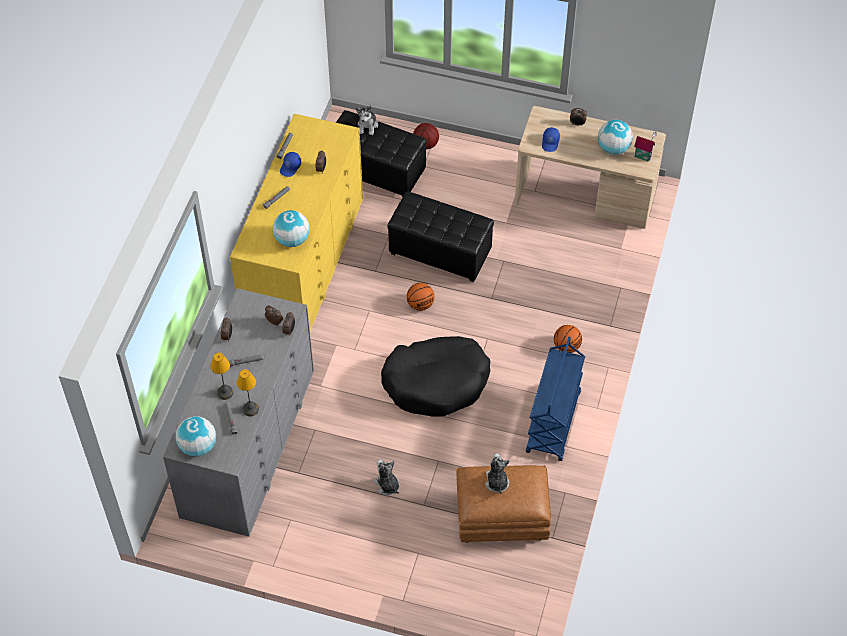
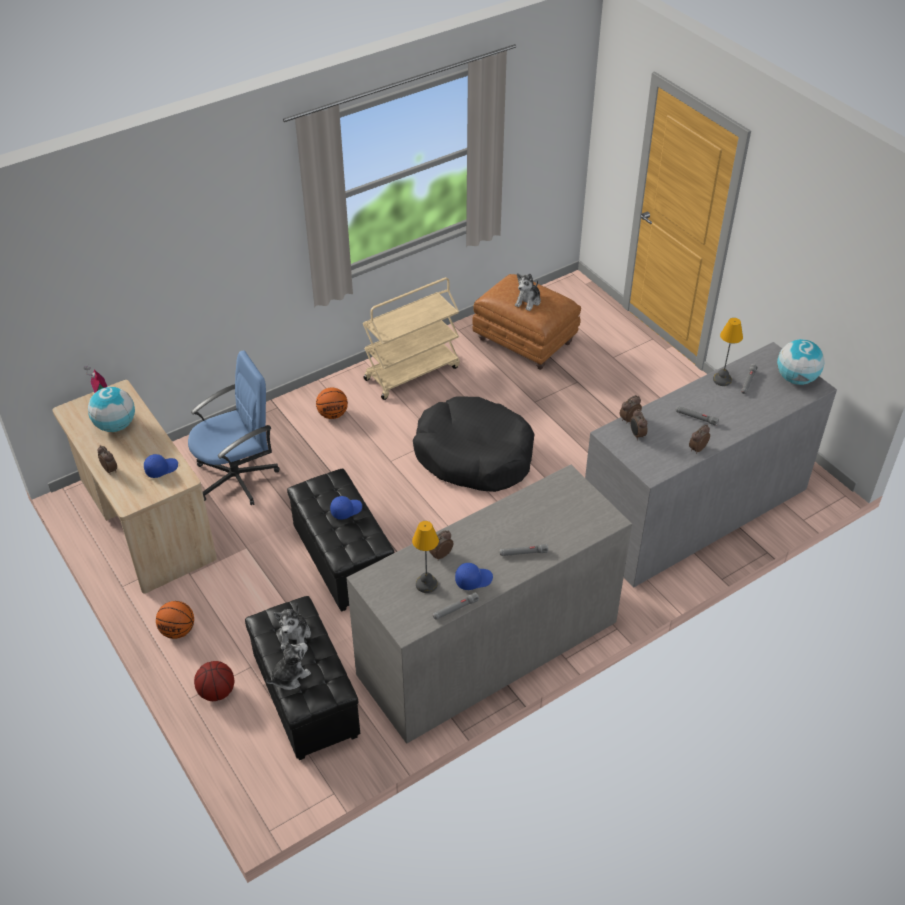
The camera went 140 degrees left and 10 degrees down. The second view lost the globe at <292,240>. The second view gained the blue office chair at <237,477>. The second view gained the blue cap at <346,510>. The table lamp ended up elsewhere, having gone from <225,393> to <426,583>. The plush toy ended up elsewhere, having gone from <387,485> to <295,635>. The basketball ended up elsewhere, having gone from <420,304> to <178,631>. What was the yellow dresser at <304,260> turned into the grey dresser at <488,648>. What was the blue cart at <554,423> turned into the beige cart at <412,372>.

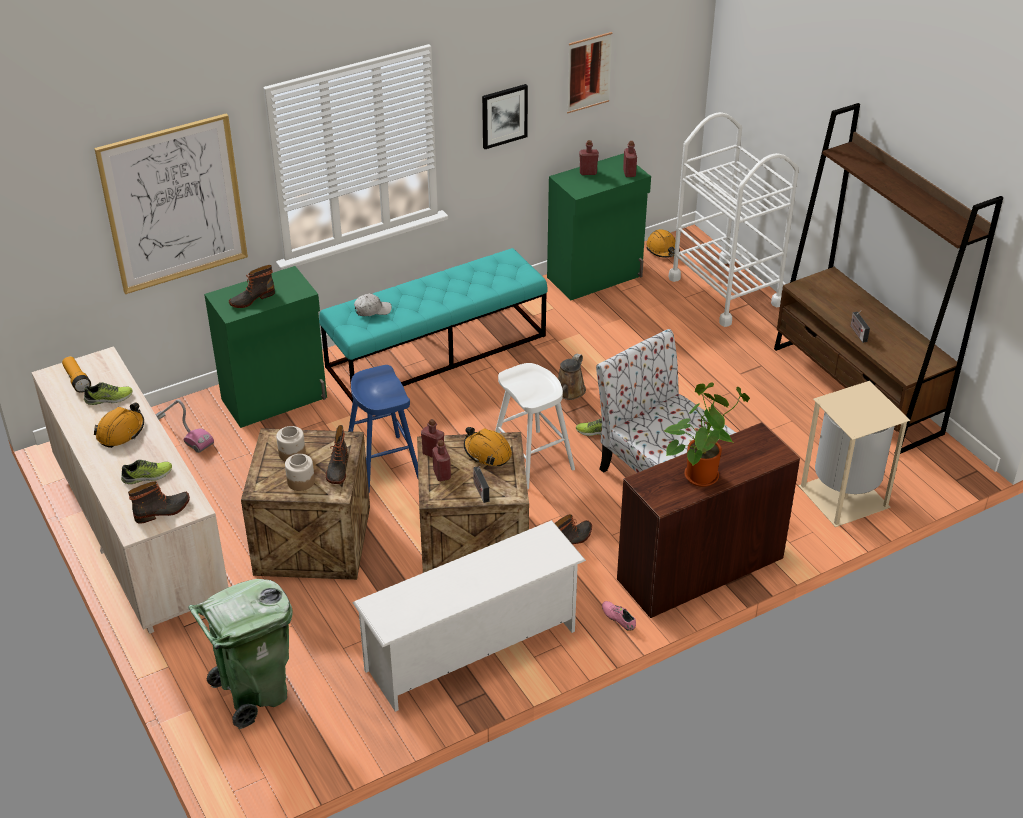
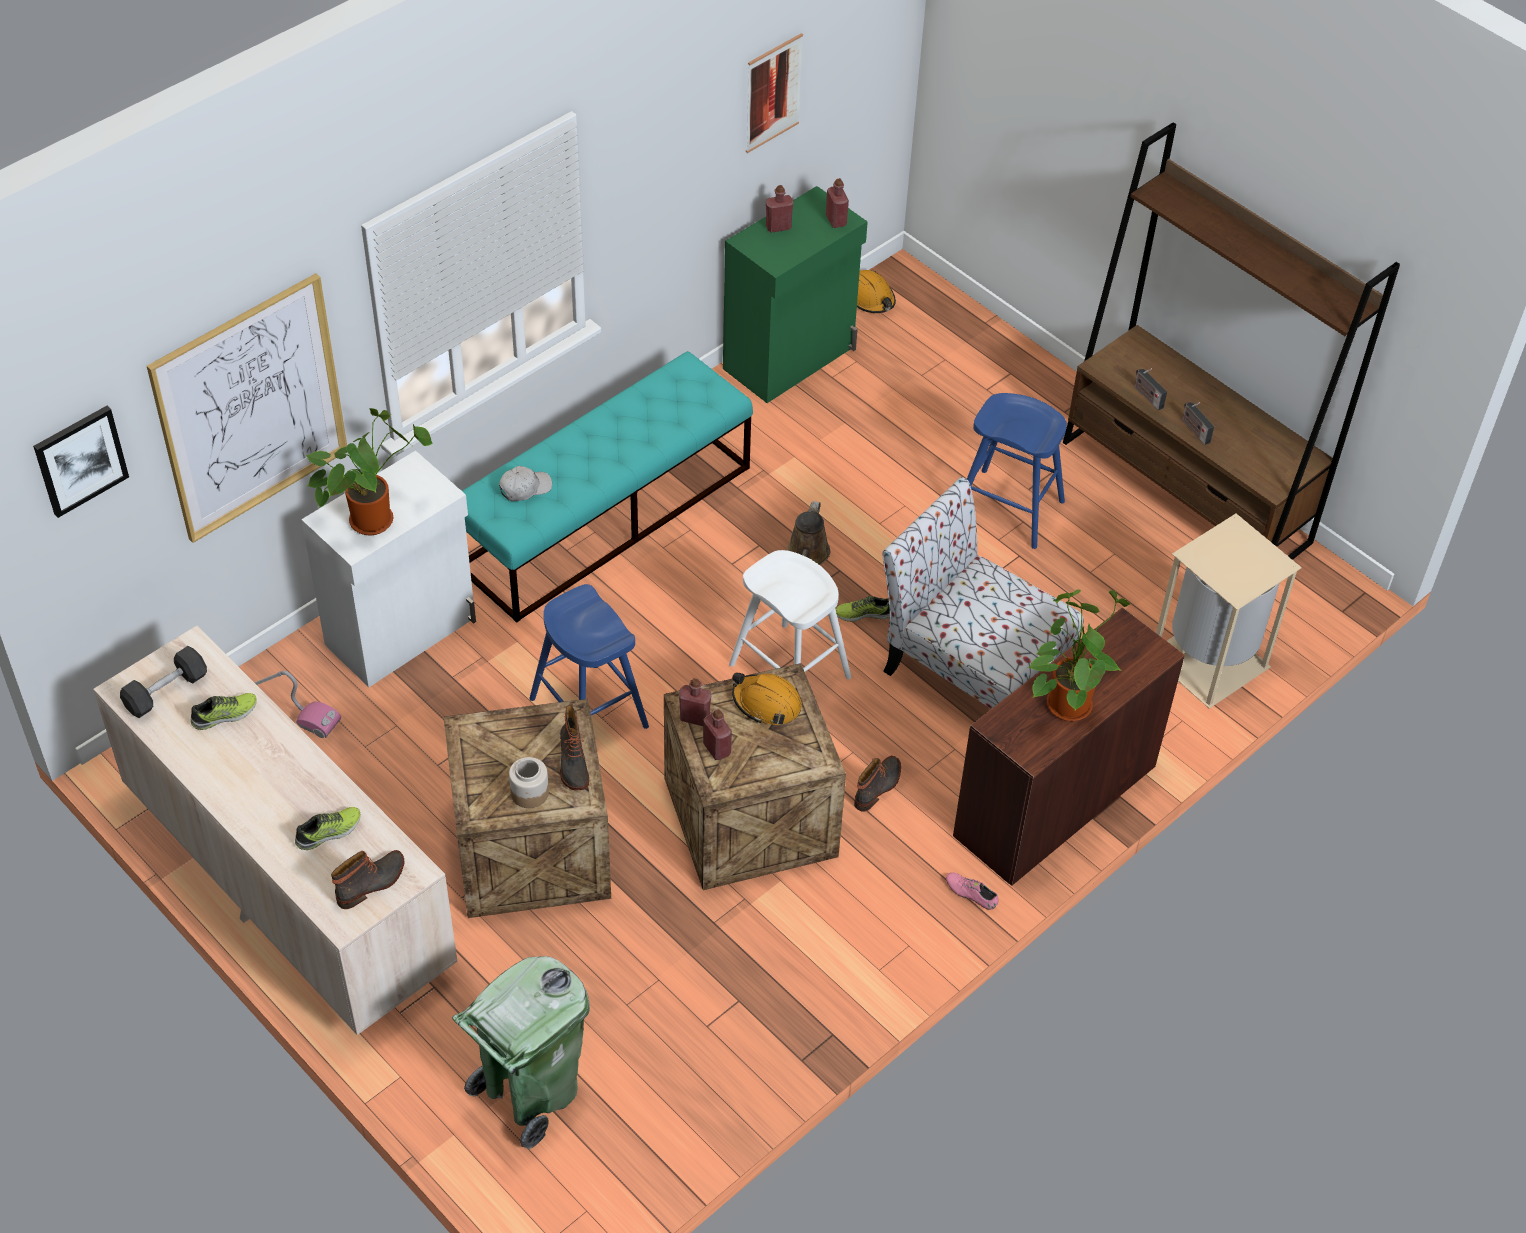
The camera went 15 degrees left and 10 degrees up. The second view lost the orange hard hat at <121,431>. The second view lost the jar at <292,453>. The second view lost the white shoe rack at <472,651>. The second view lost the white cart at <725,291>. The second view gained the blue stool at <1008,508>. The radio ended up elsewhere, having gone from <480,490> to <1147,396>. The picture ended up elsewhere, having gone from <504,116> to <80,460>. Where the flashlight stood at <77,380>, the grey dumbbell came to stand at <166,691>. Where the boot stood at <251,299>, the potted plant came to stand at <373,517>. What was the green cabinet at <275,399> turned into the white cabinet at <403,632>.

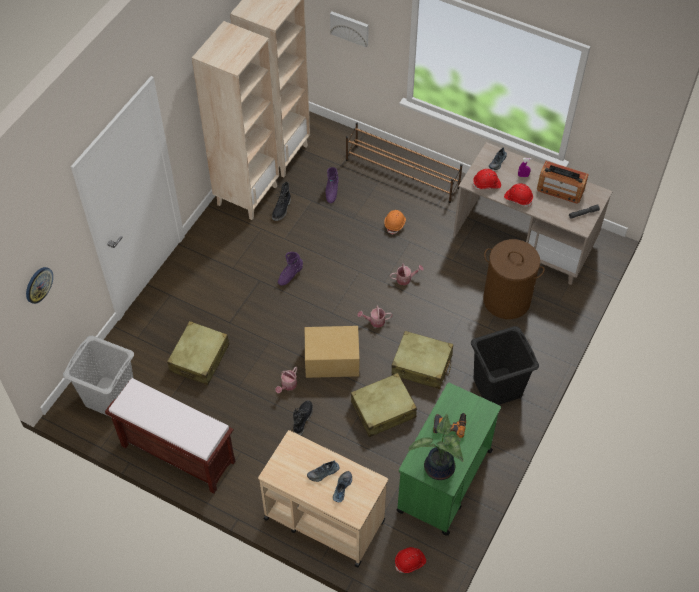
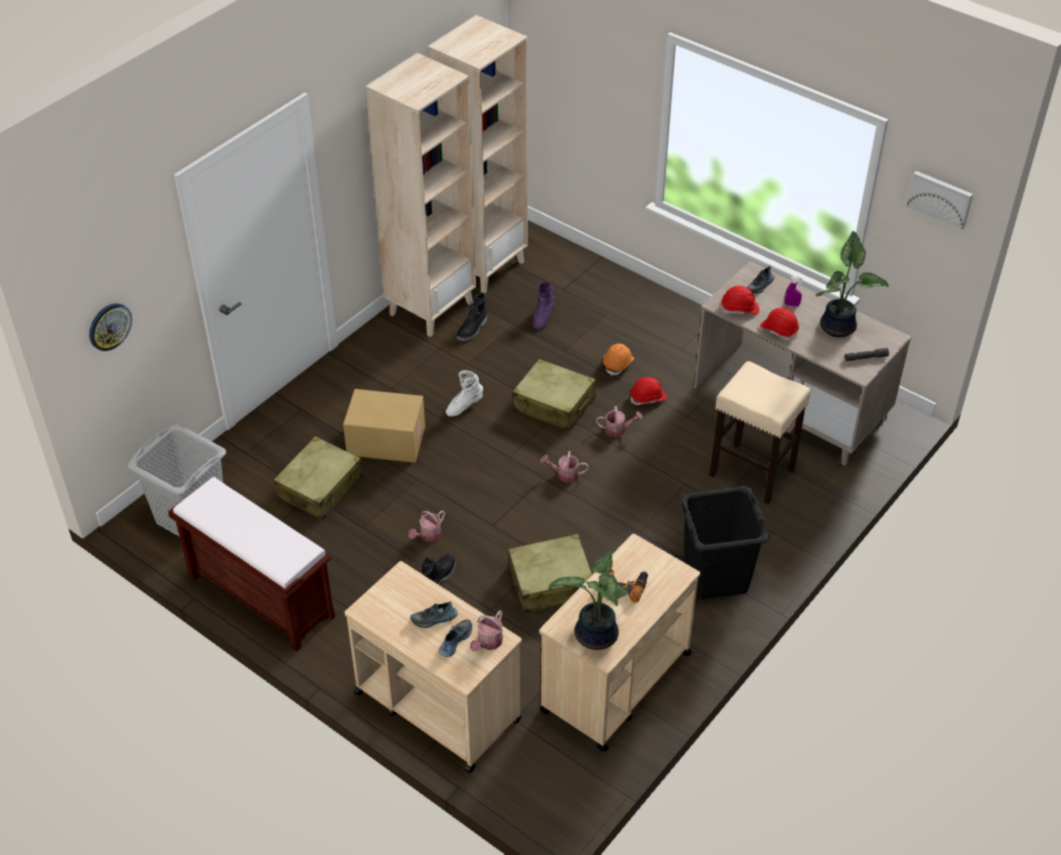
The camera went 10 degrees right and 10 degrees down. The second view lost the brown shoe rack at <402,174>. The second view gained the watering can at <488,643>. The cardboard box ended up elsewhere, having gone from <331,361> to <385,441>. The picture ended up elsewhere, having gone from <350,28> to <940,198>. The beige suitcase ended up elsewhere, having gone from <422,365> to <554,405>. The red hard hat ended up elsewhere, having gone from <410,562> to <648,398>. Where the brown laundry basket stood at <506,300>, the beige stool came to stand at <750,472>. Where the radio stood at <560,189>, the potted plant came to stand at <839,326>. What was the purple boot at <290,275> turned into the white boot at <464,406>. What was the green cart at <444,481> turned into the beige cart at <615,683>.

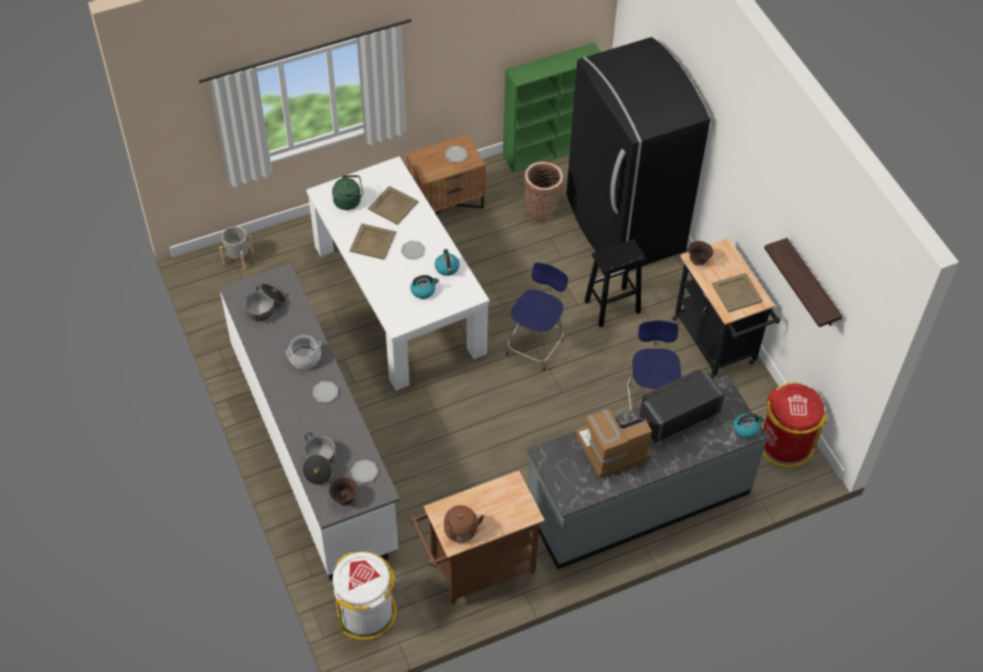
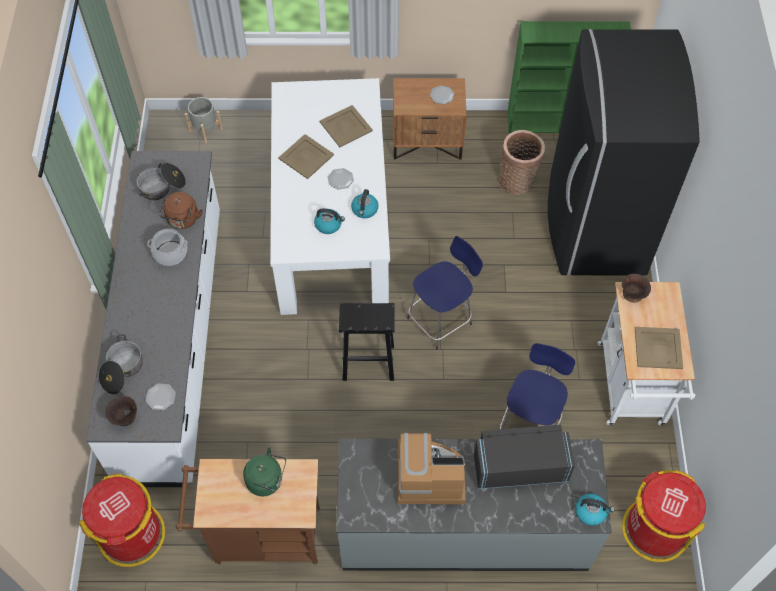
The camera went 25 degrees right and 5 degrees up. The second view lost the plate at <325,392>. The second view lost the shelf at <811,285>. The green kettle ended up elsewhere, having gone from <349,201> to <267,481>. The brown kettle ended up elsewhere, having gone from <461,532> to <182,220>. The black stool ended up elsewhere, having gone from <611,307> to <367,362>. What was the white trash can at <366,612> turned into the red trash can at <132,534>. What was the black cart at <717,345> turned into the white cart at <632,390>.

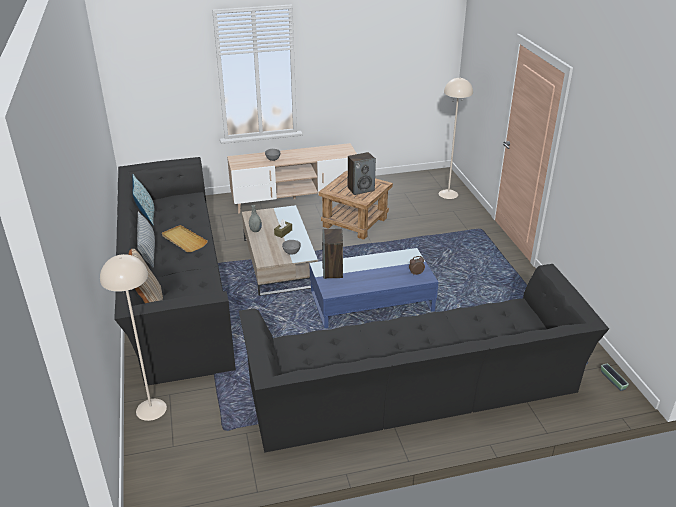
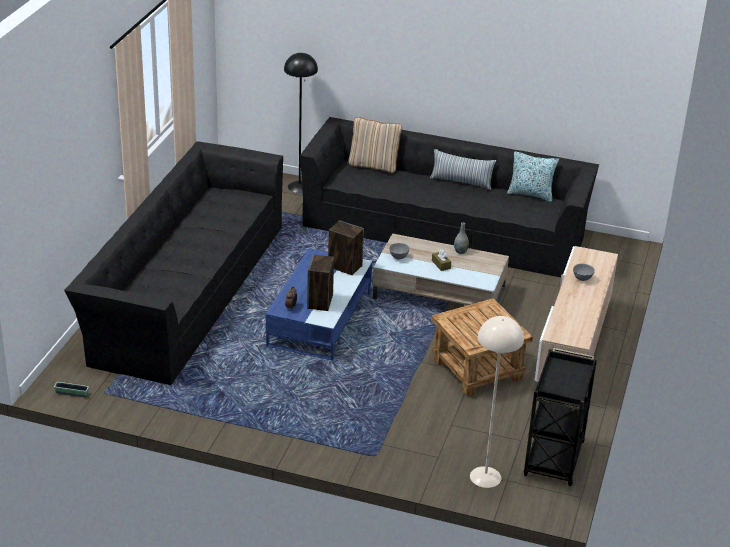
The camera went 120 degrees right and 0 degrees up. The second view lost the beige tray at <184,240>. The second view gained the black cart at <554,460>. The speaker ended up elsewhere, having gone from <361,189> to <320,302>. What was the beige floor lamp at <151,409> turned into the black floor lamp at <299,186>.

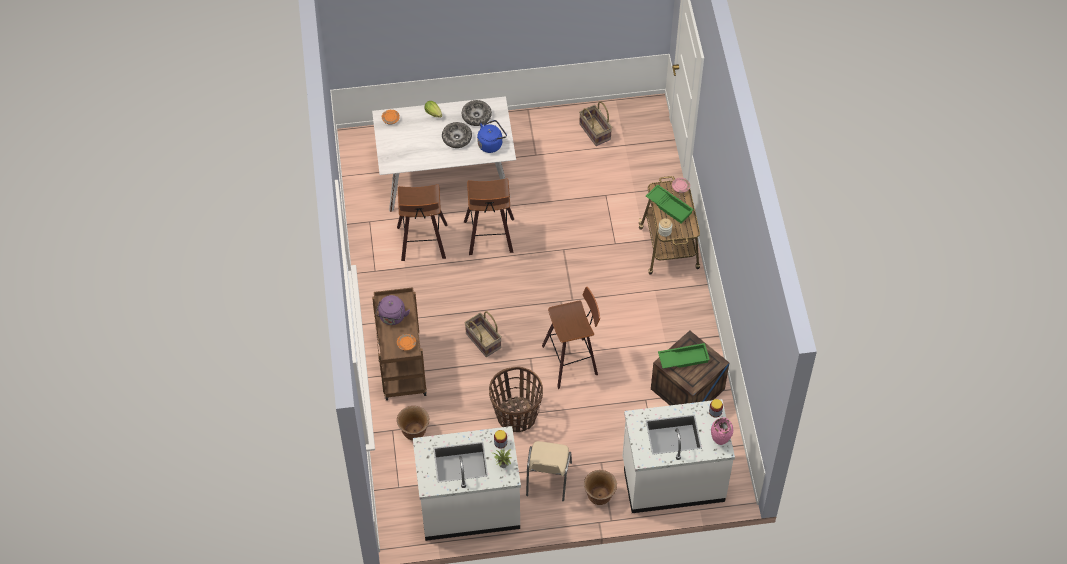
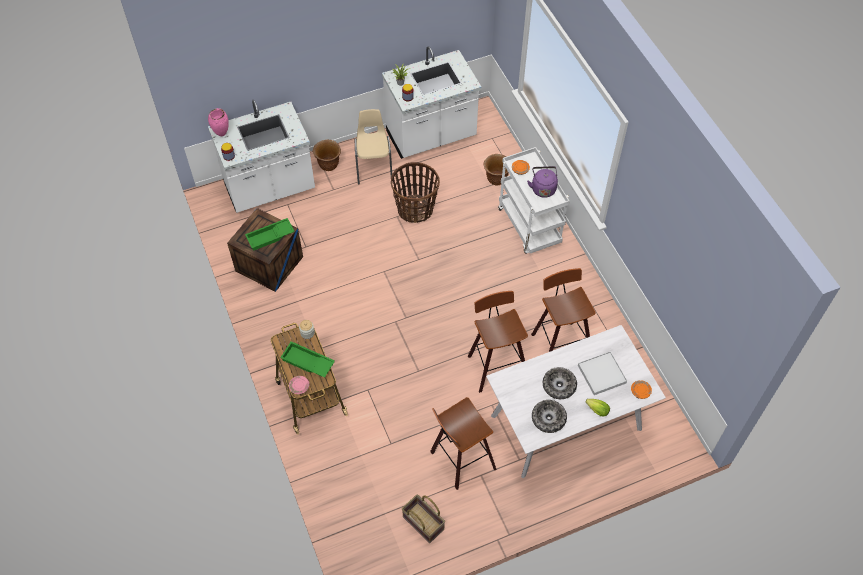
The camera went 165 degrees right and 0 degrees up. The second view lost the basket at <482,341>. The second view lost the blue kettle at <491,144>. The second view gained the white tray at <602,374>. The stool ended up elsewhere, having gone from <572,360> to <460,460>. What was the brown cart at <401,366> turned into the white cart at <530,227>.

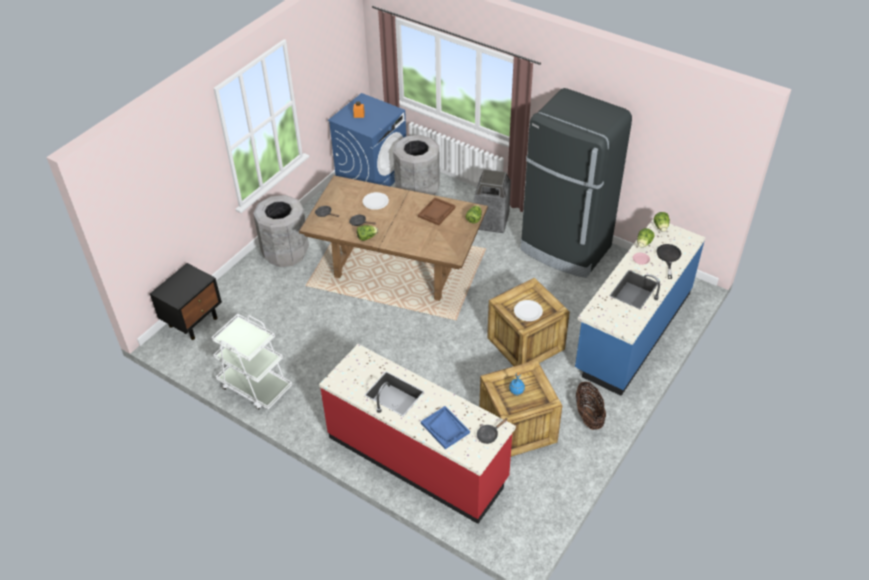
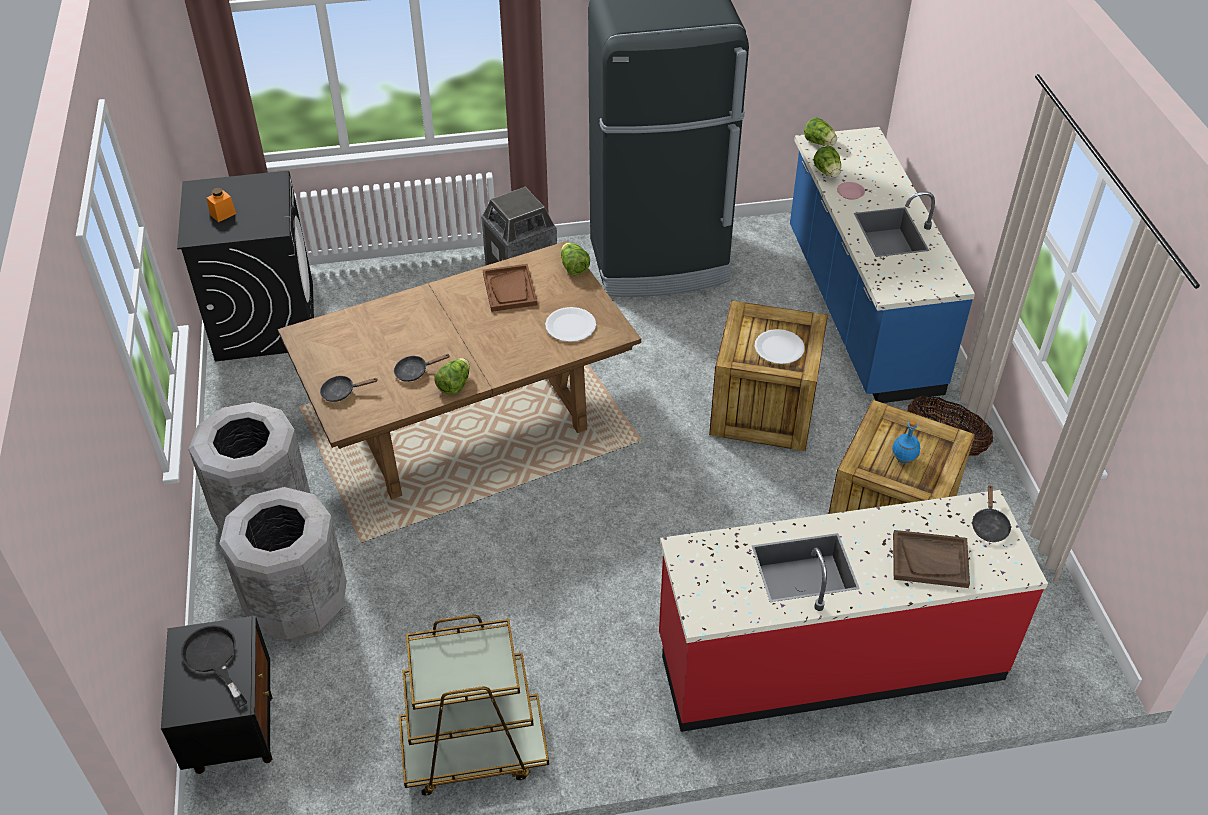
The camera went 45 degrees left and 0 degrees up. The white plate ended up elsewhere, having gone from <375,201> to <570,326>. The grey trash can ended up elsewhere, having gone from <417,190> to <297,605>. The black frying pan ended up elsewhere, having gone from <668,257> to <214,659>. What was the white cart at <255,386> turned into the brown cart at <473,750>. What was the blue washing machine at <372,175> turned into the black washing machine at <265,320>. What was the blue tray at <445,428> turned into the brown tray at <930,560>.

